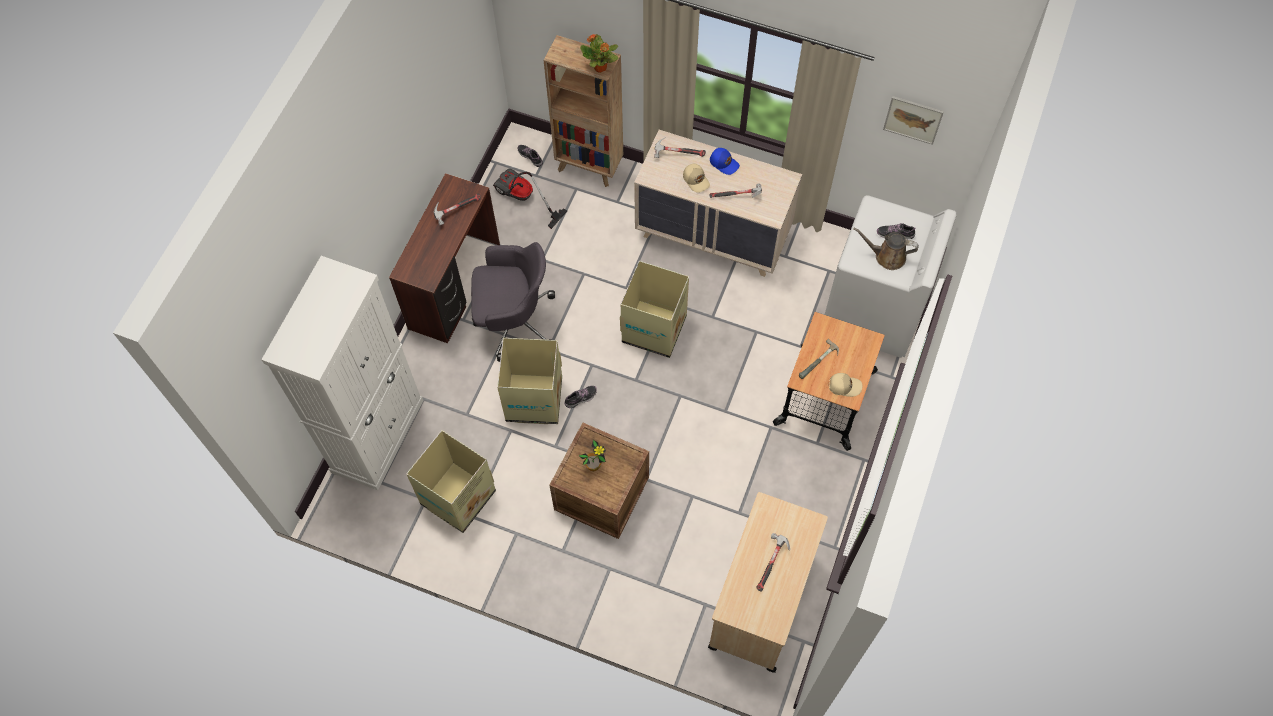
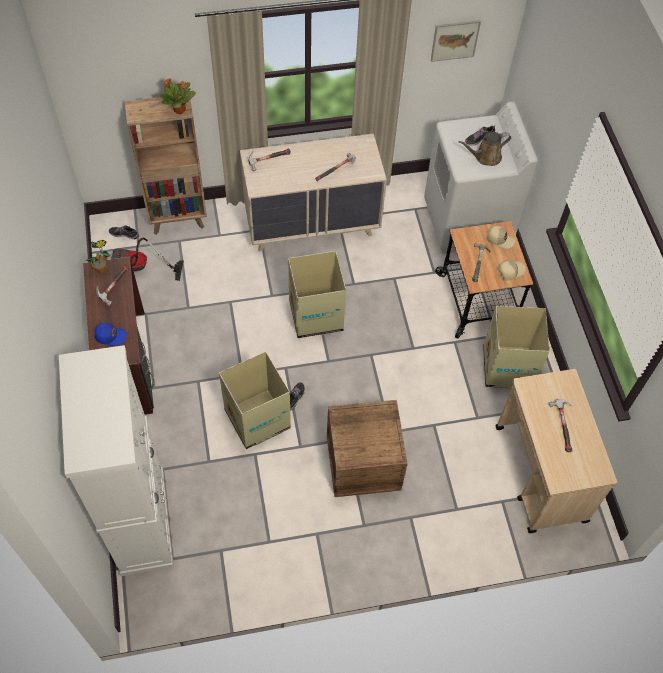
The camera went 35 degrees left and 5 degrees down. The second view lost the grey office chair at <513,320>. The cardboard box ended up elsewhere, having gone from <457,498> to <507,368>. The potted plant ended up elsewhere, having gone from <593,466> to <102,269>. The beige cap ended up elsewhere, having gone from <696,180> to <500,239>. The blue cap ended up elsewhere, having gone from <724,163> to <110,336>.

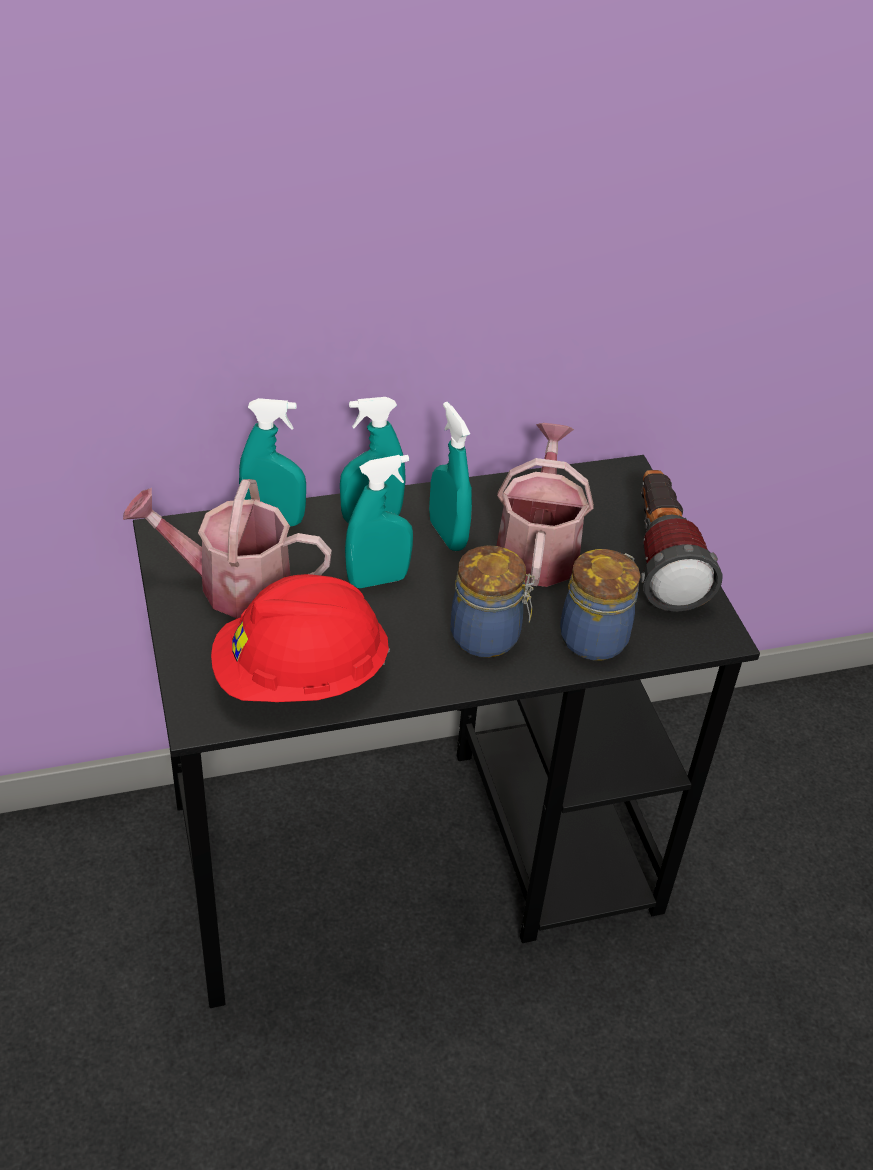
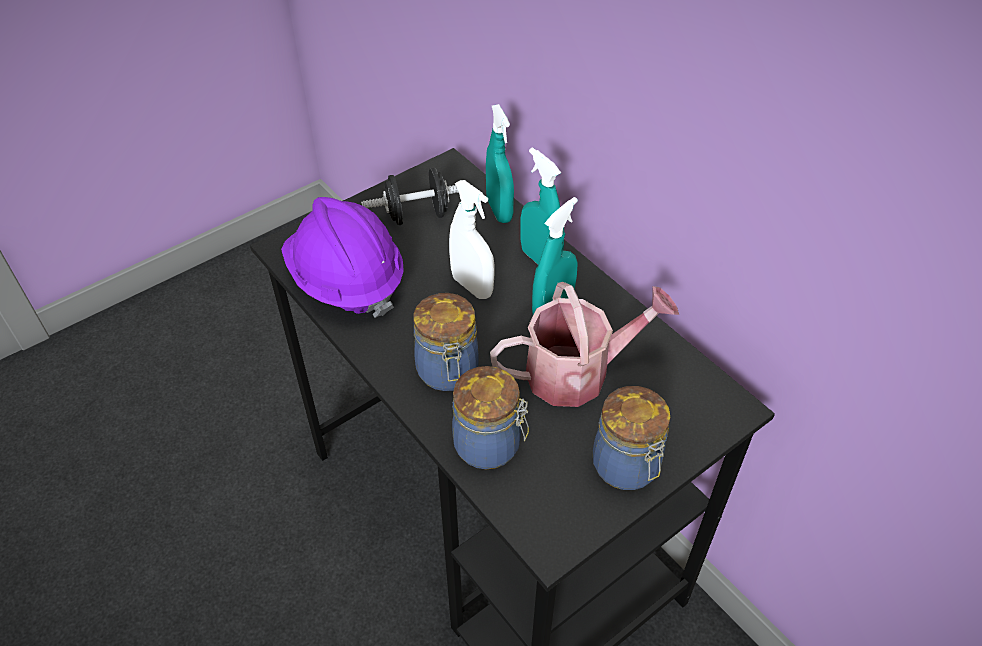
The camera went 70 degrees right and 5 degrees up. Where the watering can stood at <232,585>, the black dumbbell came to stand at <417,215>. Where the flashlight stood at <661,559>, the jar came to stand at <627,467>. What was the red hard hat at <300,676> turned into the purple hard hat at <346,280>. What was the turquoise spray bottle at <378,580> turned into the white spray bottle at <472,286>.

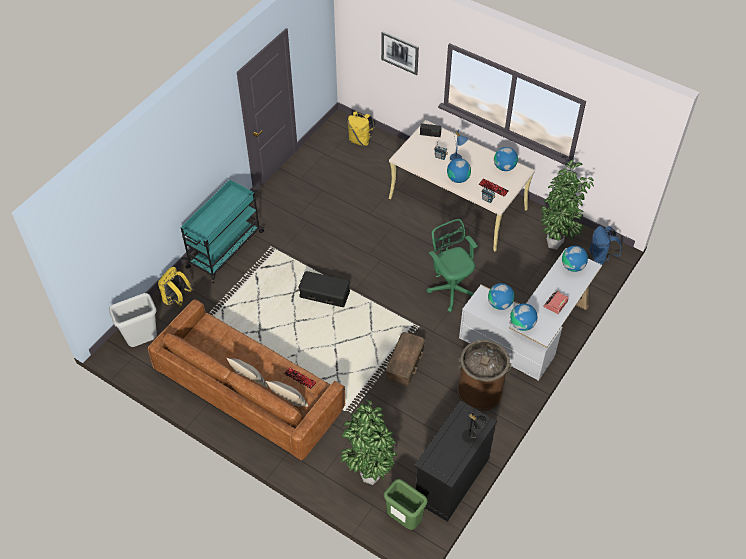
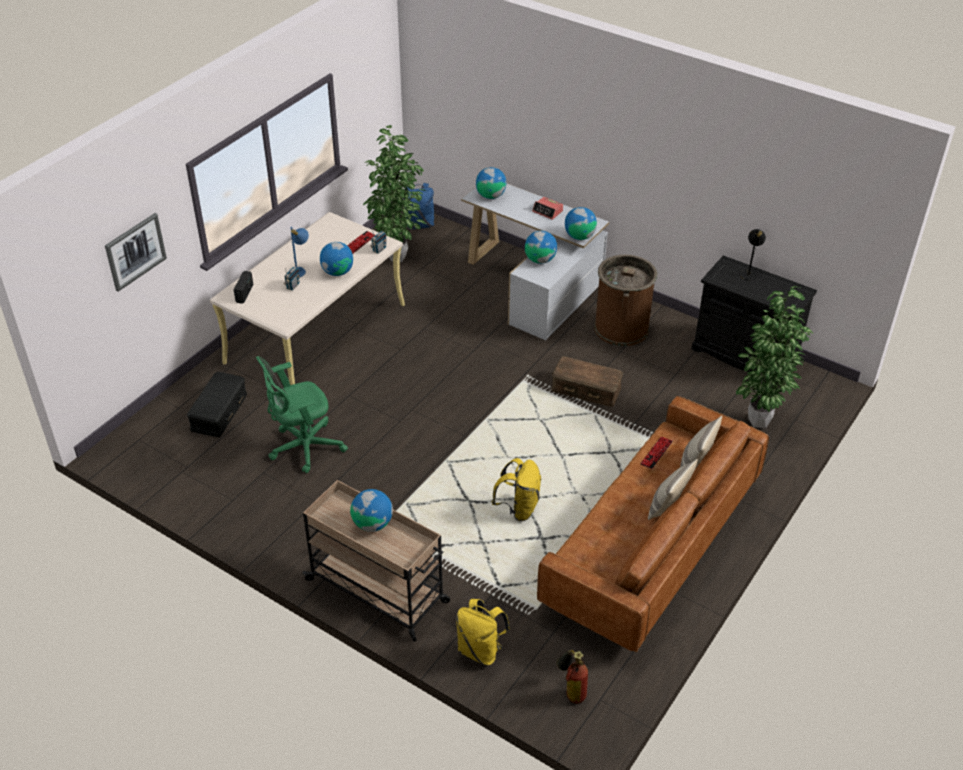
The camera went 90 degrees left and 10 degrees down. The second view lost the green trash can at <403,519>. The black storage box ended up elsewhere, having gone from <325,293> to <218,411>. The yellow backpack ended up elsewhere, having gone from <360,140> to <518,508>. The green office chair ended up elsewhere, having gone from <451,288> to <303,448>. The globe ended up elsewhere, having gone from <504,167> to <372,523>. Where the grey trash can stood at <142,342>, the fire extinguisher came to stand at <571,690>. What was the turquoise cart at <224,250> turned into the beige cart at <378,591>.

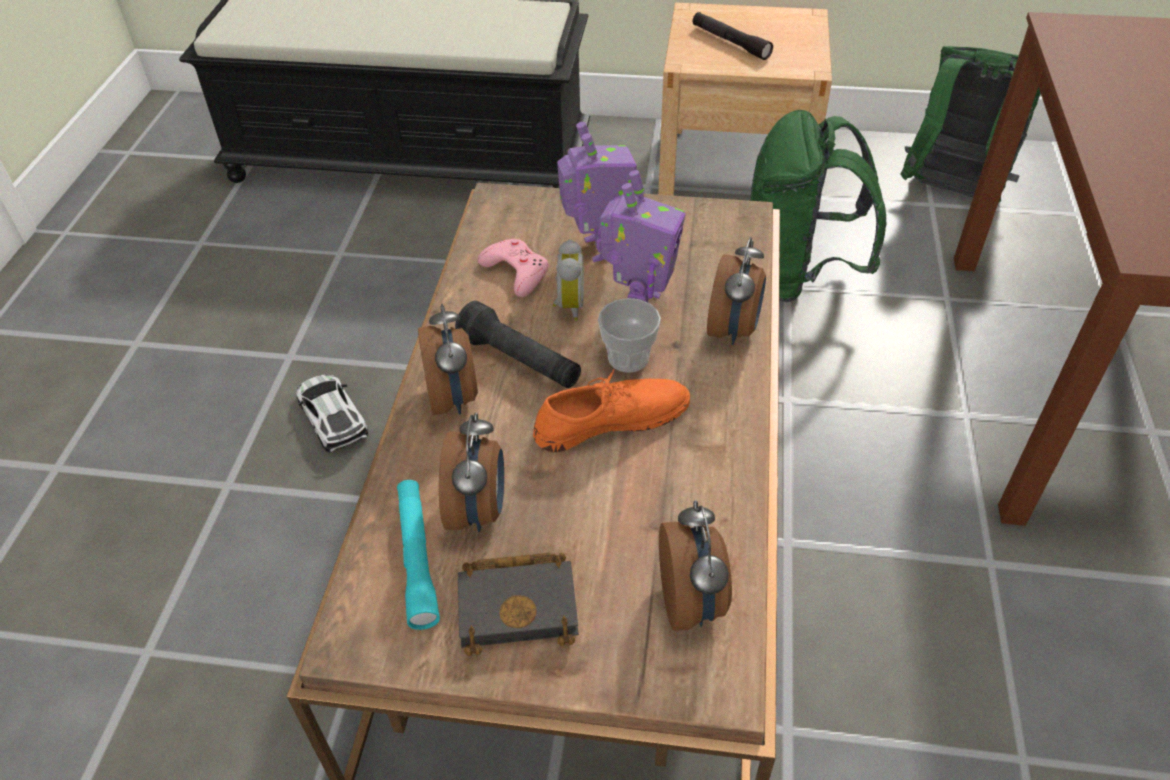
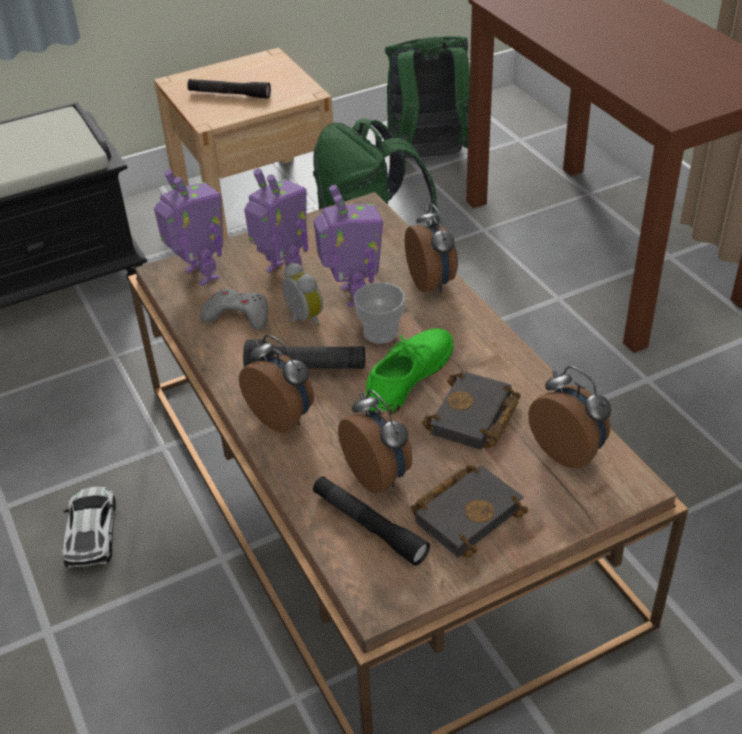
The camera went 35 degrees left and 5 degrees down. The second view gained the toy robot at <200,275>. The second view gained the black book at <474,418>. What was the turquoise flashlight at <417,558> turned into the black flashlight at <369,526>. What was the pink game controller at <516,272> turned into the grey game controller at <238,315>. What was the orange shoe at <611,418> turned into the green shoe at <408,375>. The toy car at <332,416> ended up facing another way, 60 degrees clockwise from before.

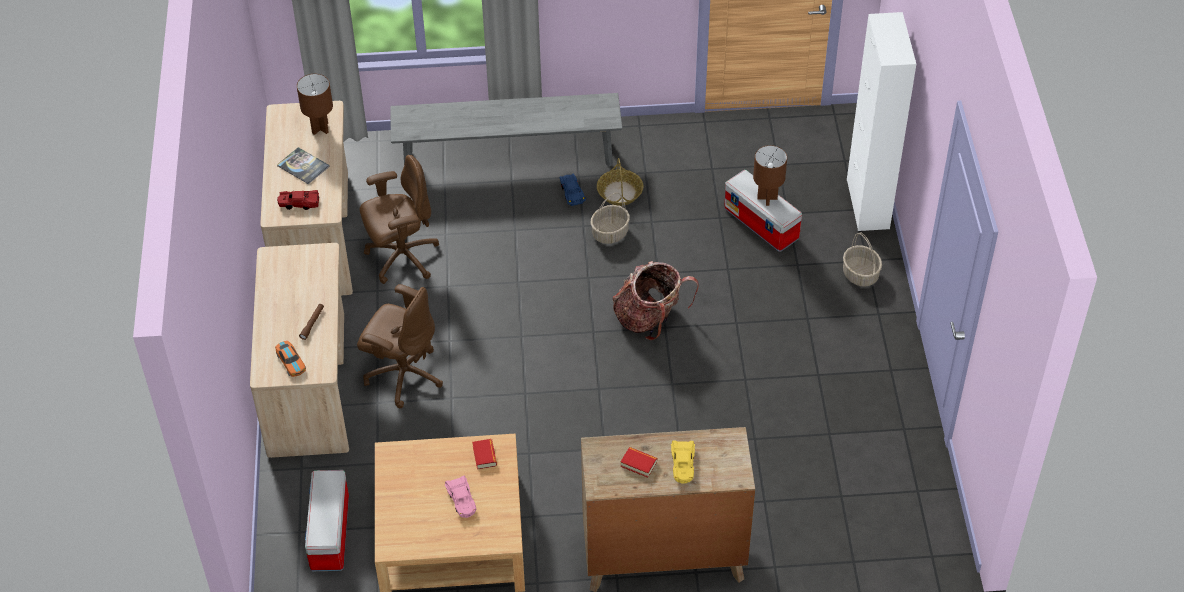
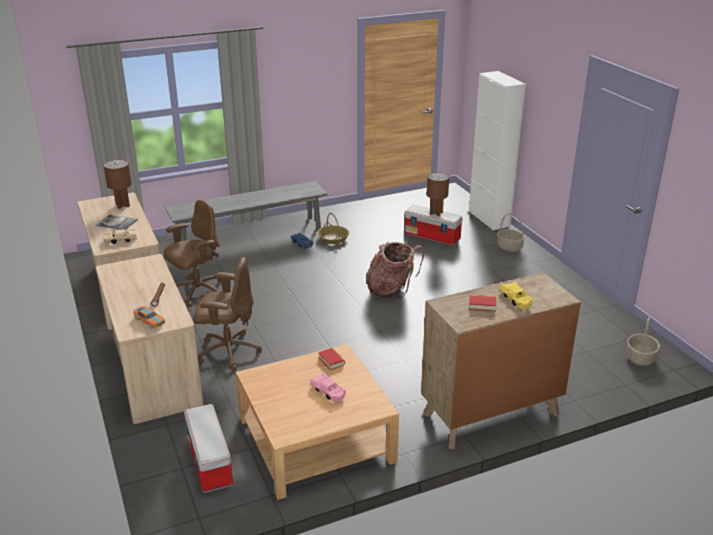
The camera went 20 degrees left and 20 degrees down. The basket ended up elsewhere, having gone from <610,233> to <640,358>. What was the red toy car at <299,203> turned into the beige toy car at <120,240>.

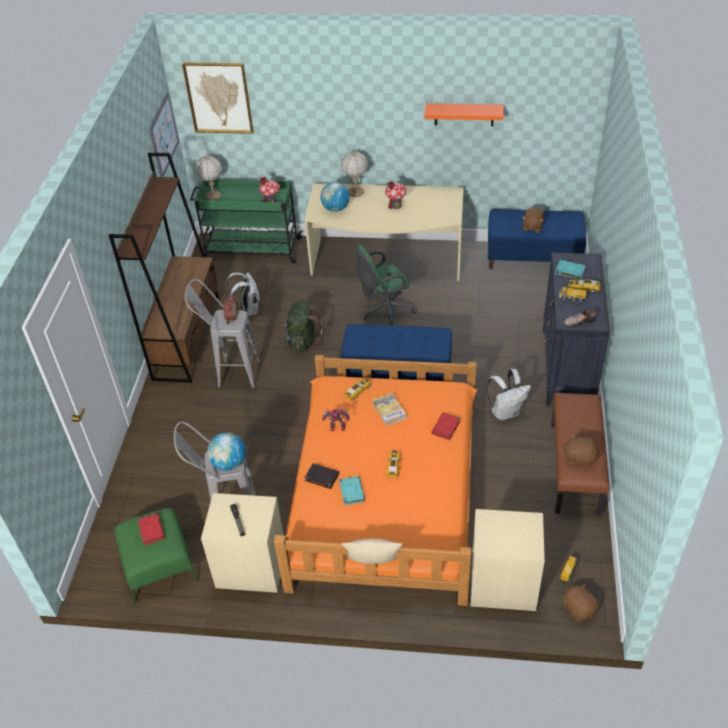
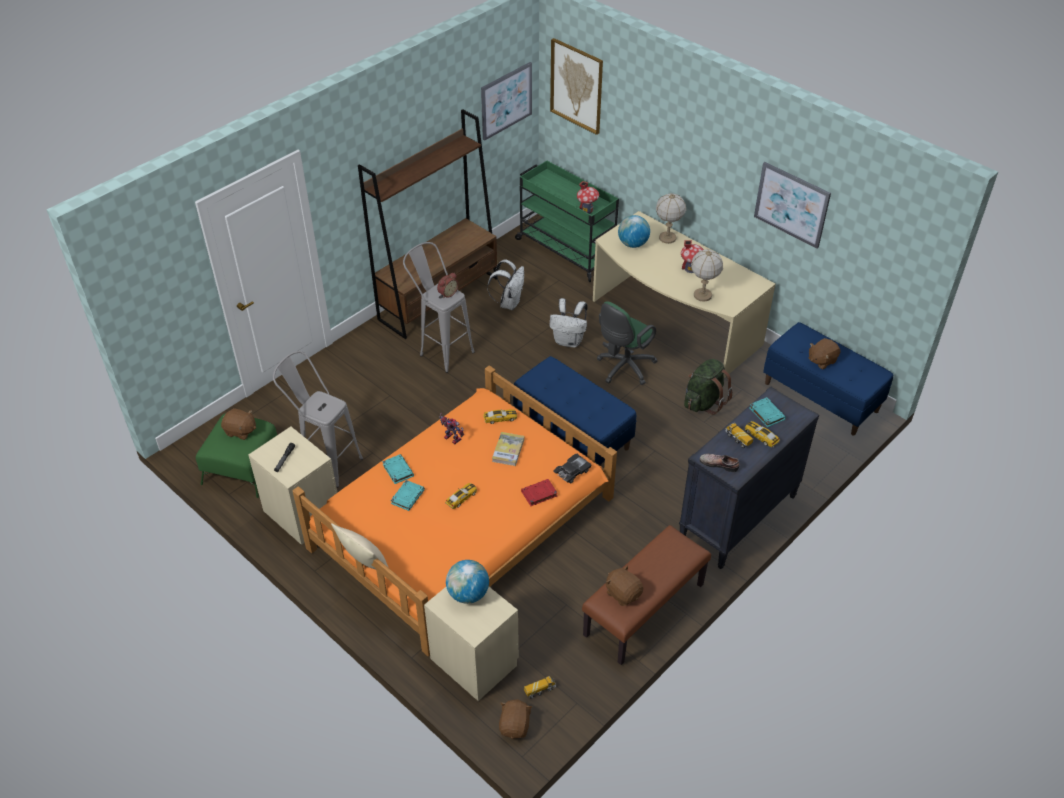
The camera went 35 degrees right and 0 degrees up. The second view gained the black toy car at <572,472>. The table lamp ended up elsewhere, having gone from <213,196> to <702,295>. The globe ended up elsewhere, having gone from <229,463> to <468,594>. The green backpack ended up elsewhere, having gone from <303,341> to <704,402>. The white backpack ended up elsewhere, having gone from <506,412> to <569,341>. Where the red book stood at <151,530>, the brown plush toy came to stand at <240,431>. Where the orange shelf hung at <464,114>, the picture came to hang at <791,204>. What was the black book at <321,477> turned into the turquoise book at <397,470>. The green office chair at <384,311> ended up facing another way, 60 degrees counterclockwise from before.

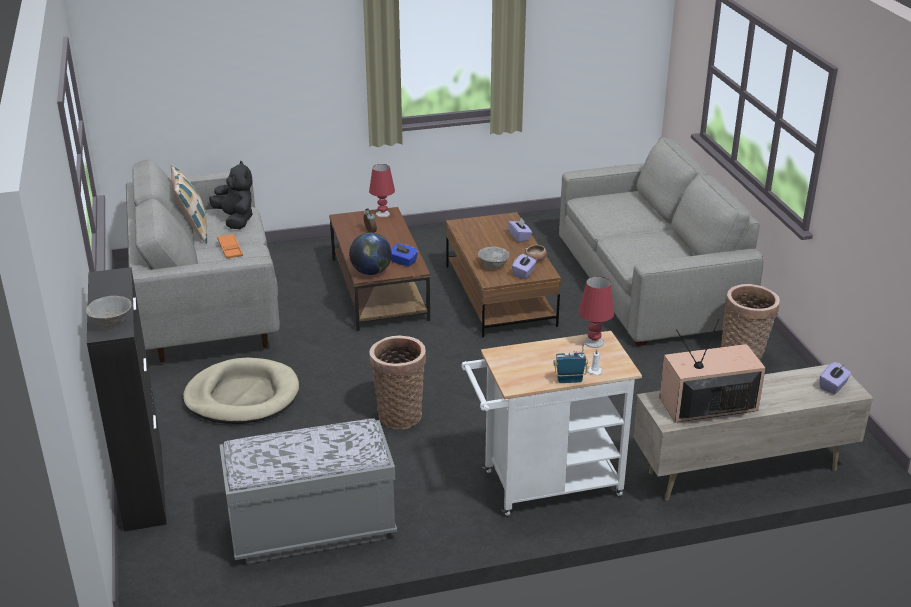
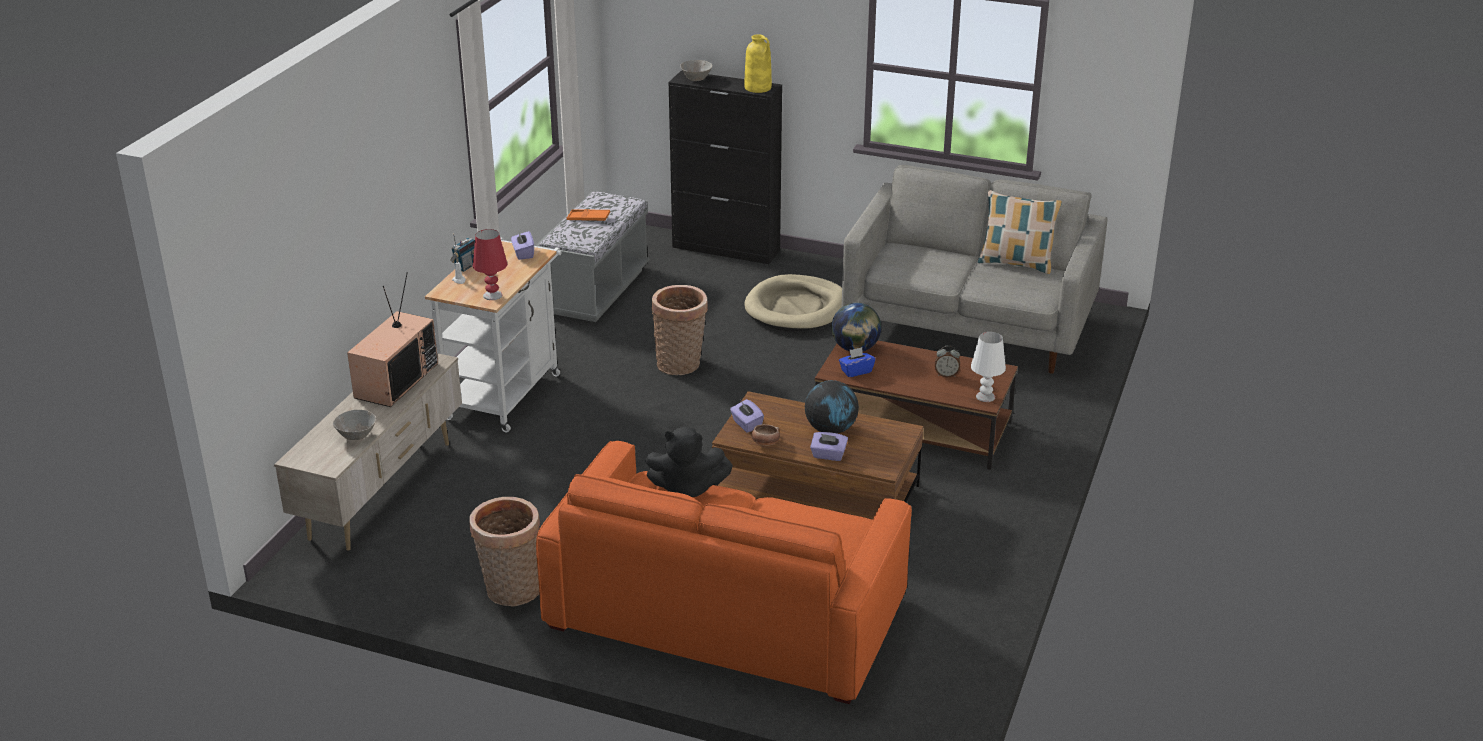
The camera went 125 degrees right and 0 degrees up. The second view gained the yellow vase at <758,88>. The second view gained the globe at <831,429>. The black plush toy ended up elsewhere, having gone from <236,220> to <687,489>. The orange tray ended up elsewhere, having gone from <230,249> to <588,218>. The grey bowl ended up elsewhere, having gone from <493,265> to <357,436>. The purple tissue box ended up elsewhere, having gone from <833,386> to <523,253>. What was the red table lamp at <382,214> turned into the white table lamp at <985,397>. What was the grey sofa at <649,283> turned into the orange sofa at <725,614>.

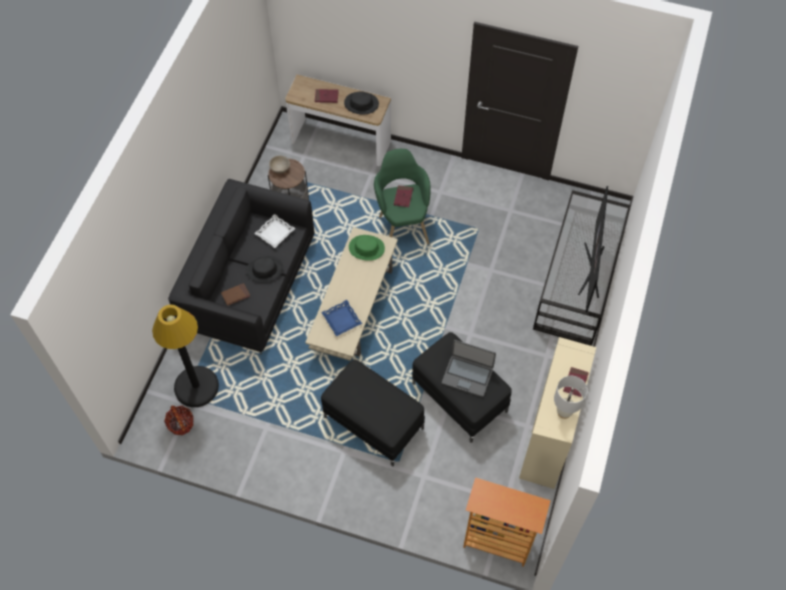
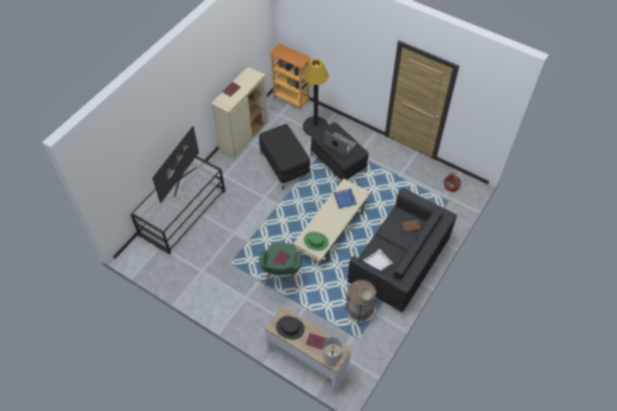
The camera went 165 degrees left and 5 degrees down. The second view lost the black hat at <264,270>. The black floor lamp ended up elsewhere, having gone from <196,387> to <315,127>. The laptop ended up elsewhere, having gone from <467,375> to <340,145>. The white table lamp ended up elsewhere, having gone from <564,412> to <331,361>.

